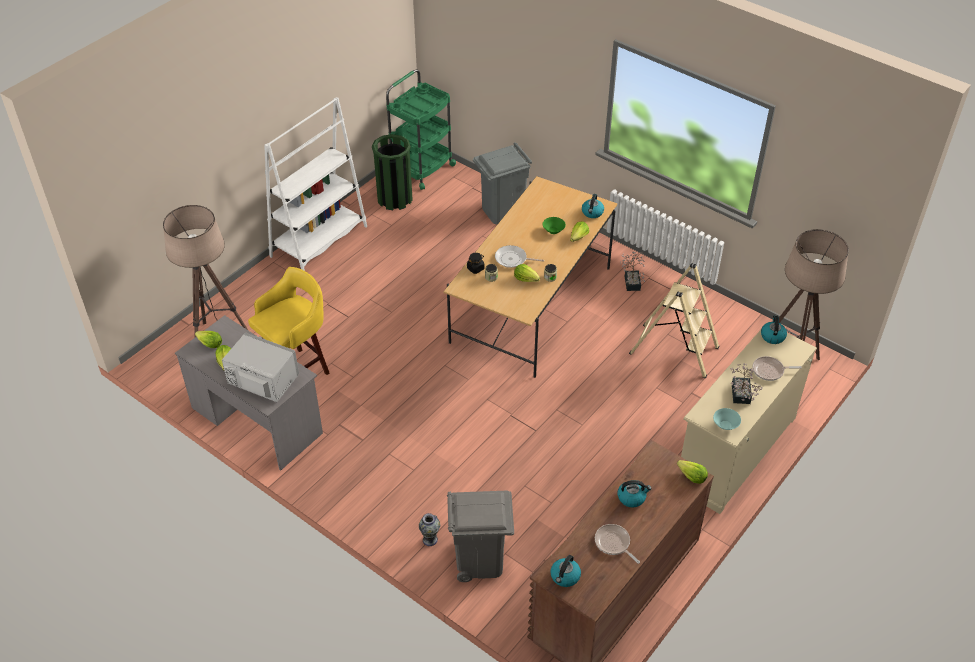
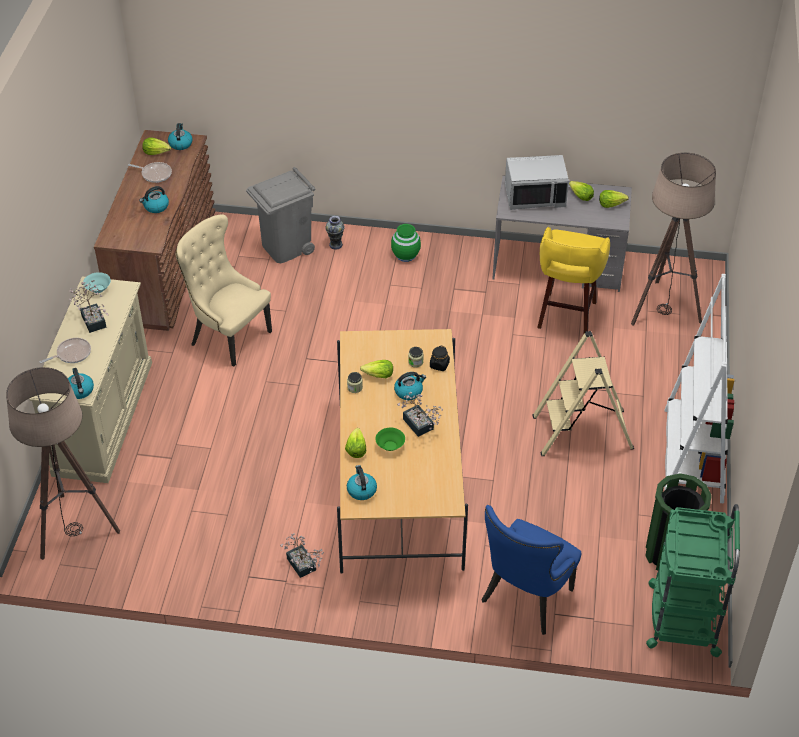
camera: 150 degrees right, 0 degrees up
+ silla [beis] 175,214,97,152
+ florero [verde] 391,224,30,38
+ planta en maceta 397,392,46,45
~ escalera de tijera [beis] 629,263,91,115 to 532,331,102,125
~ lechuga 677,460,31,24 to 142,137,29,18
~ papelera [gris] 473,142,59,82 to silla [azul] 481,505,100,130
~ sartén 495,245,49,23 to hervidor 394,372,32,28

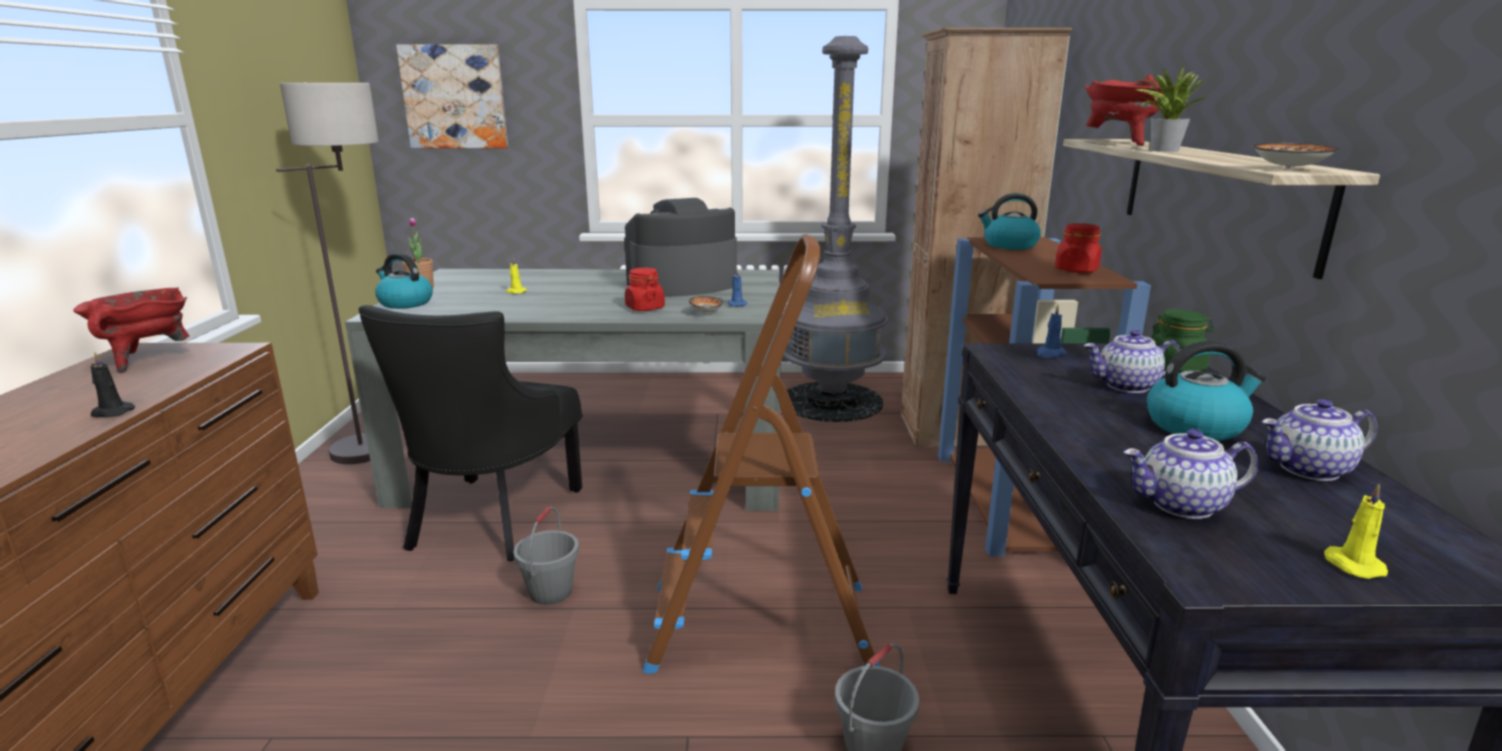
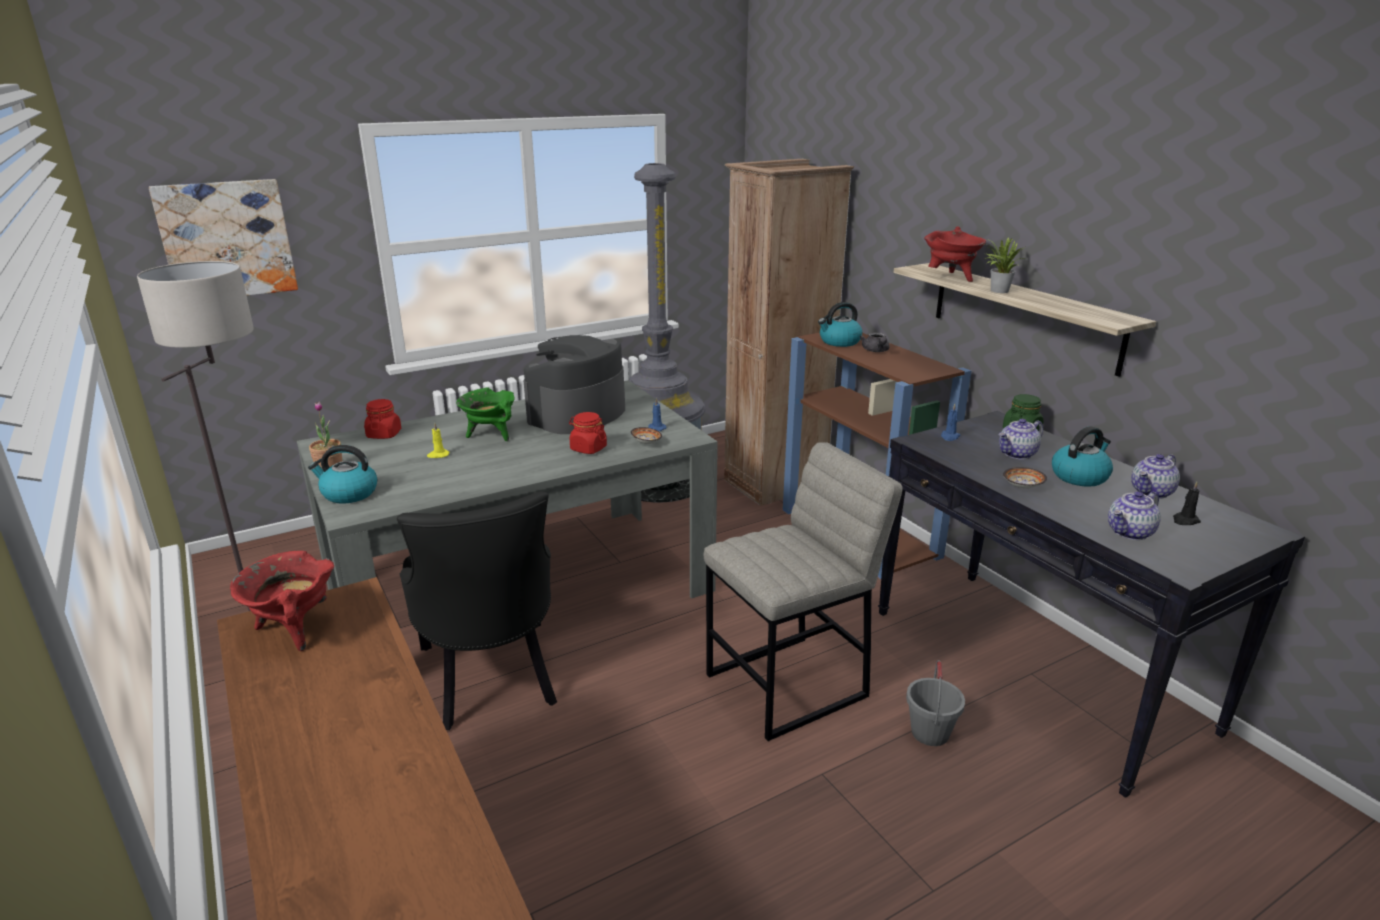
camera: 30 degrees left, 5 degrees up
- cubo [gris] 513,507,66,98
- vela [amarillo] 1324,483,64,96
+ olla [verde] 456,387,59,54
+ tetera [gris] 860,332,29,20
~ vela [negro] 91,352,44,65 to 1173,482,28,43
~ tarro [rojo] 1055,223,47,50 to 364,399,37,40
~ cuenco 1252,143,88,26 to 1003,467,44,21
~ escalera de tijera [marrón] 643,234,236,440 to silla [gris] 704,442,199,299

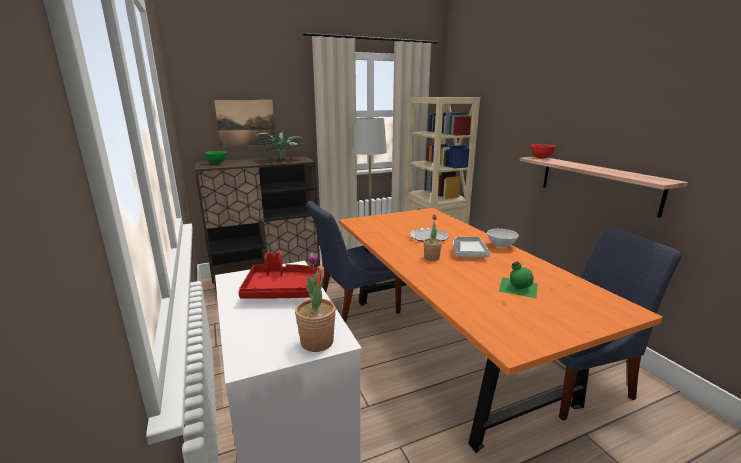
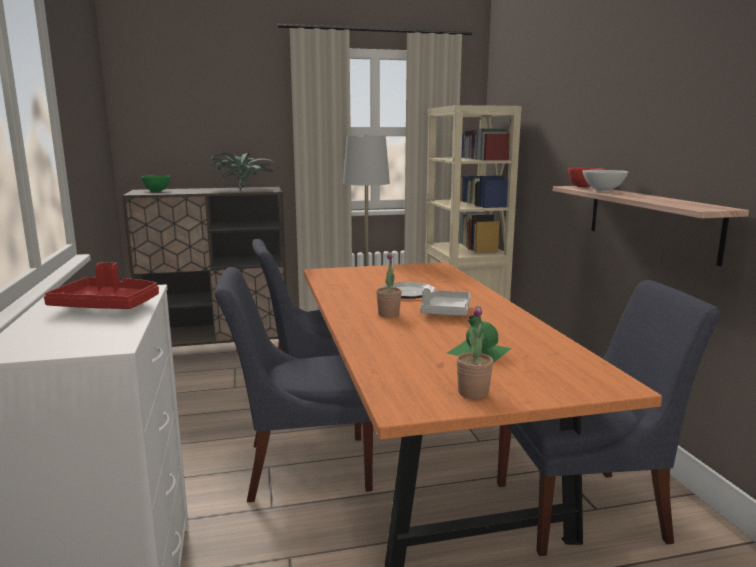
camera: 10 degrees right, 5 degrees down
- cuadro 214,100,61,47
+ silla [azul] 215,267,158,235
~ planta en maceta 295,251,41,101 to 456,306,37,93
~ cuenco [blanco] 487,229,32,19 to 583,170,45,22

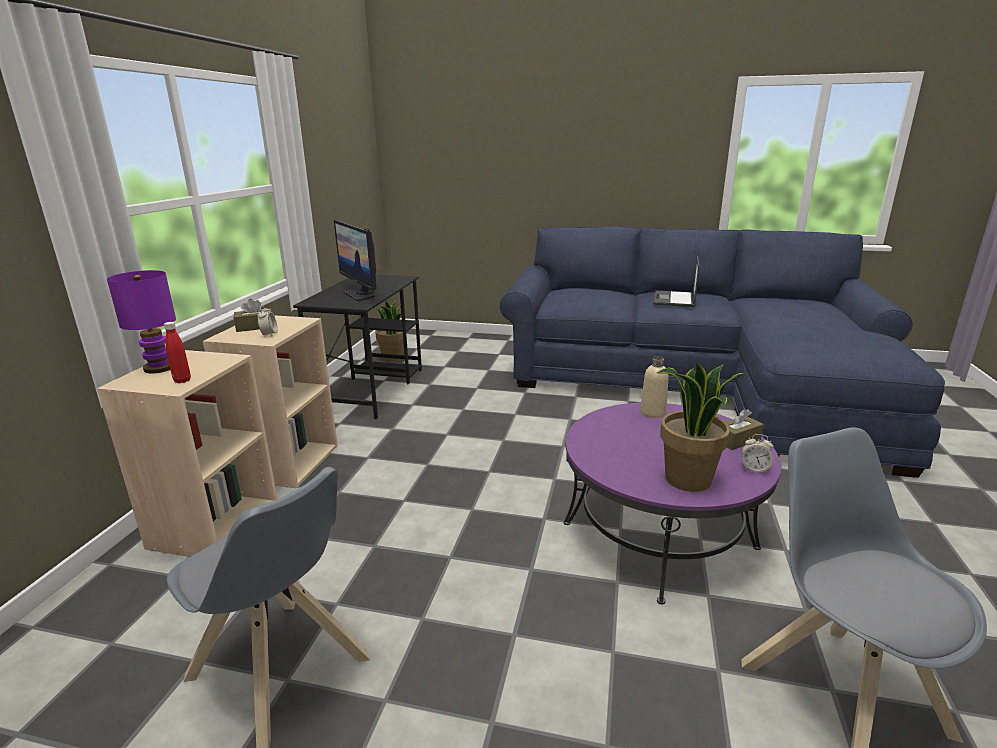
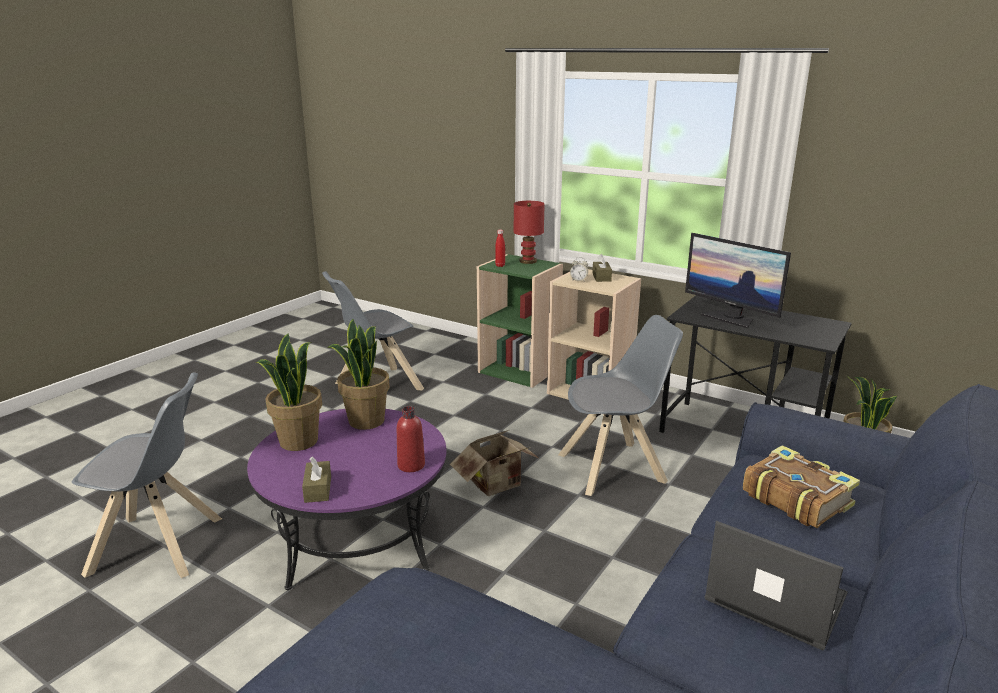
camera: 110 degrees right, 0 degrees up
- despertador 742,434,32,39
+ planta en maceta 327,319,63,111
+ caja de cartón 450,430,90,66
+ silla [gris] 558,315,125,181
+ libro 743,445,117,83
~ estantería [beis] 97,350,180,207 to estantería [verde] 477,254,86,134
~ lámpara de mesa [morado] 107,270,69,103 to lámpara de mesa [rojo] 514,201,31,63
~ botella [beis] 640,356,29,62 to botella [rojo] 397,406,28,66
~ monitor 334,220,42,81 = 685,233,106,95 120 degrees counterclockwise

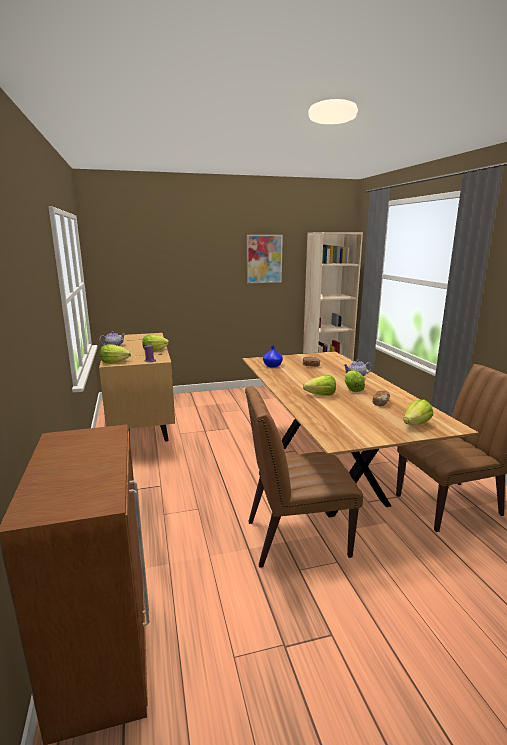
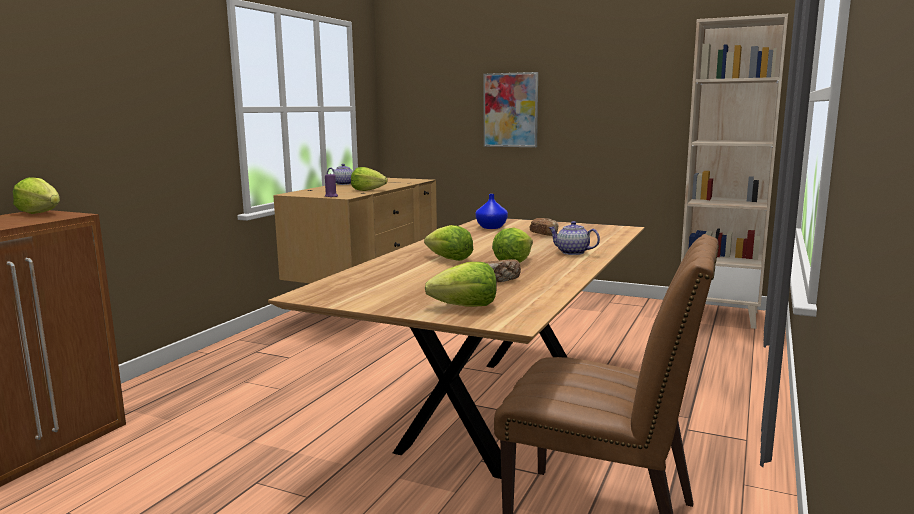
camera: 40 degrees right, 5 degrees down
- silla [marrón] 245,386,118,182
~ lechuga 100,344,31,20 to 13,177,47,37
~ cuadro 247,235,36,48 to 484,72,54,75

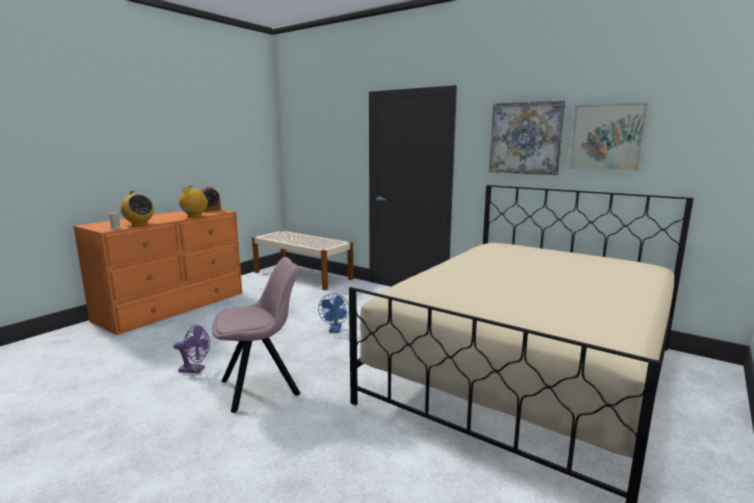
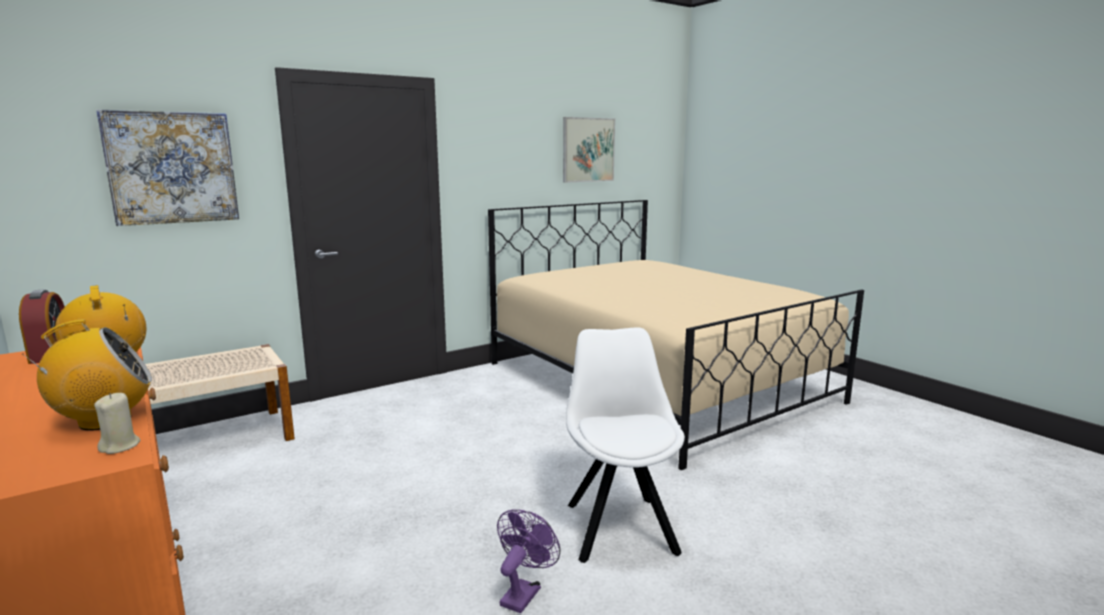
camera: 70 degrees left, 0 degrees up
- ventilador [azul] 318,293,31,40
~ cuadro 489,100,77,75 to 96,109,143,117
~ silla [rosa] 212,257,88,156 to silla [blanco] 566,327,119,236

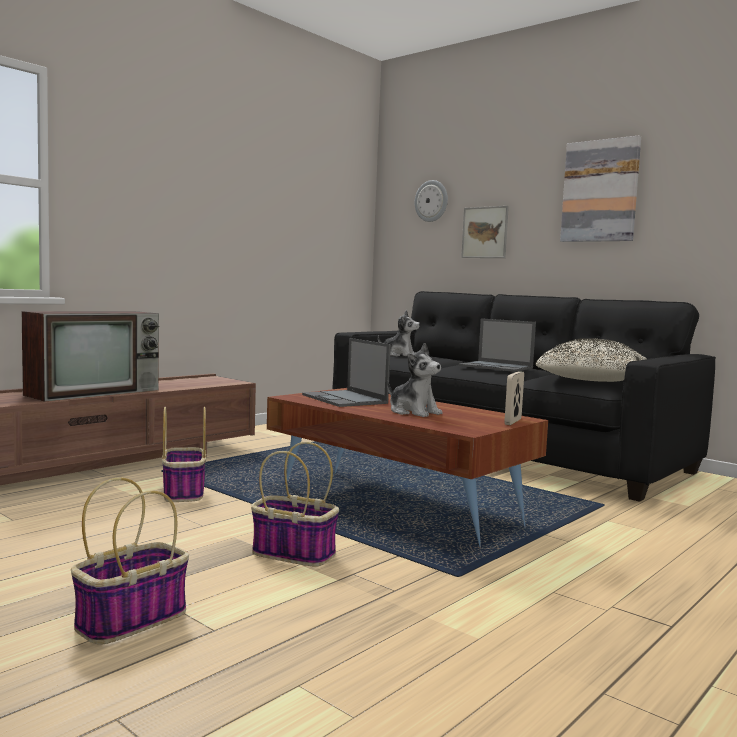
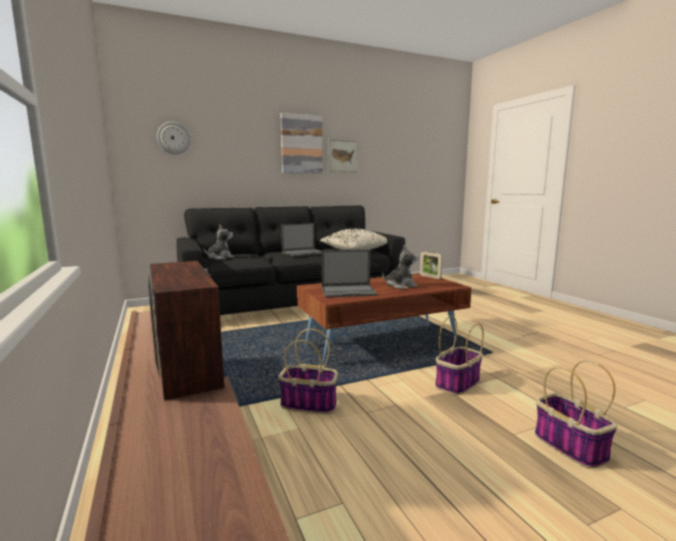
camera: 65 degrees left, 5 degrees up
~ cuadro 461,206,48,52 to 329,139,28,33

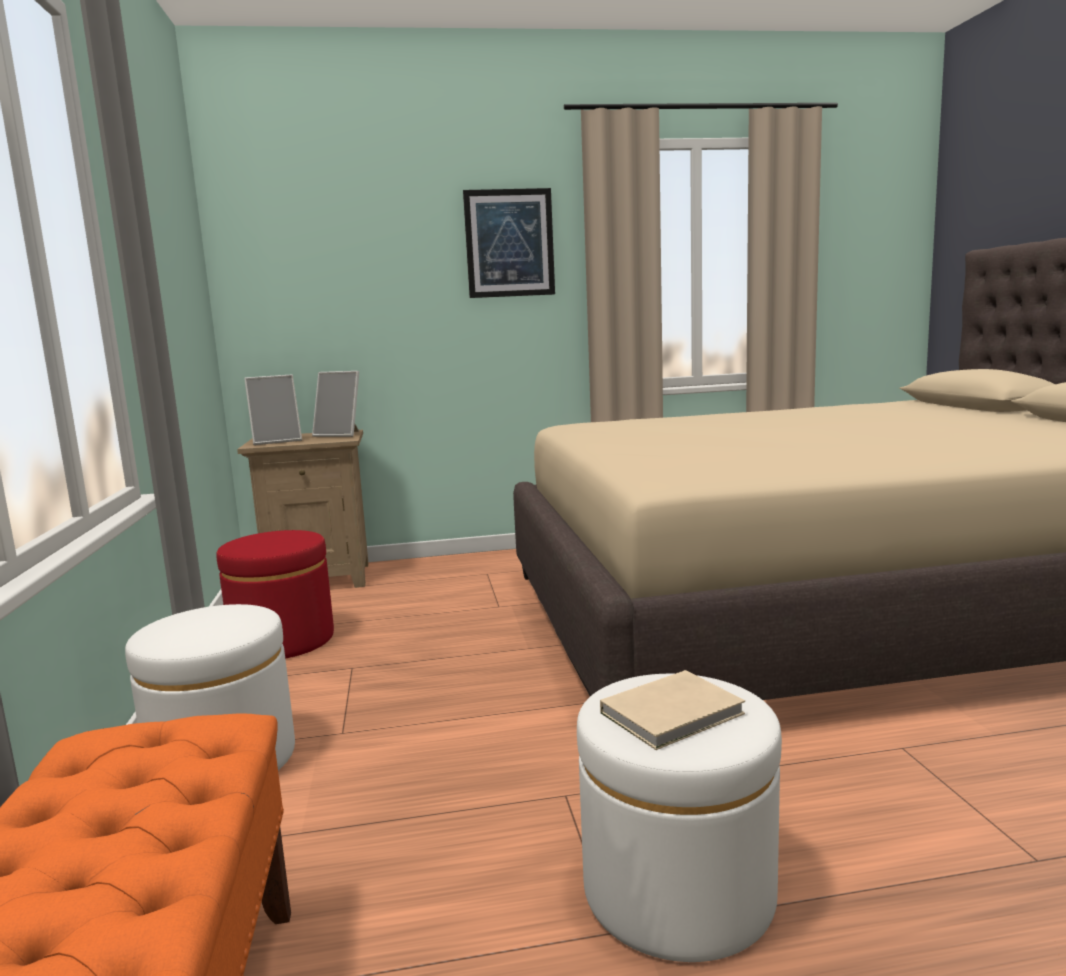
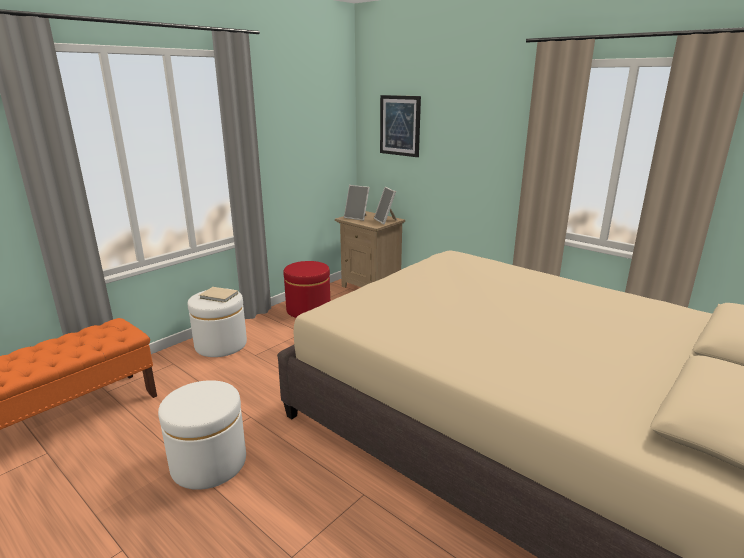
camera: 50 degrees right, 10 degrees up
~ cuadro 463,188,92,110 to 380,95,41,62
~ libro [beis] 600,670,145,80 to 199,287,39,16

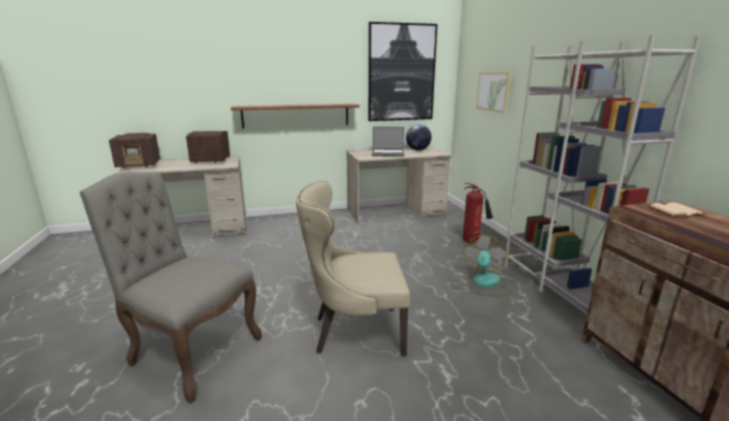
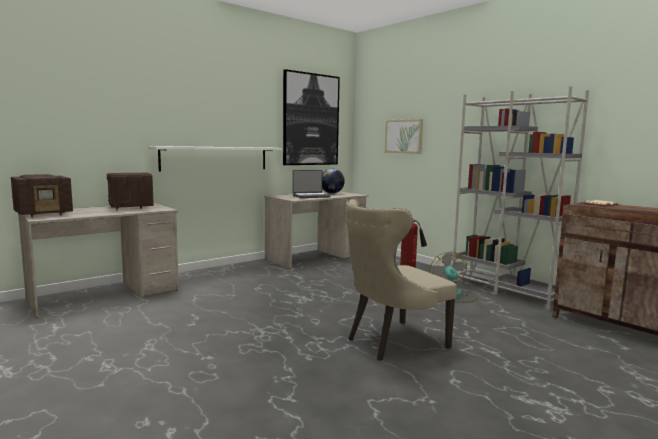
camera: 25 degrees left, 10 degrees down
- silla [gris] 80,172,182,231
~ estante [marrón] 231,104,129,25 to estante [blanco] 148,146,134,26

